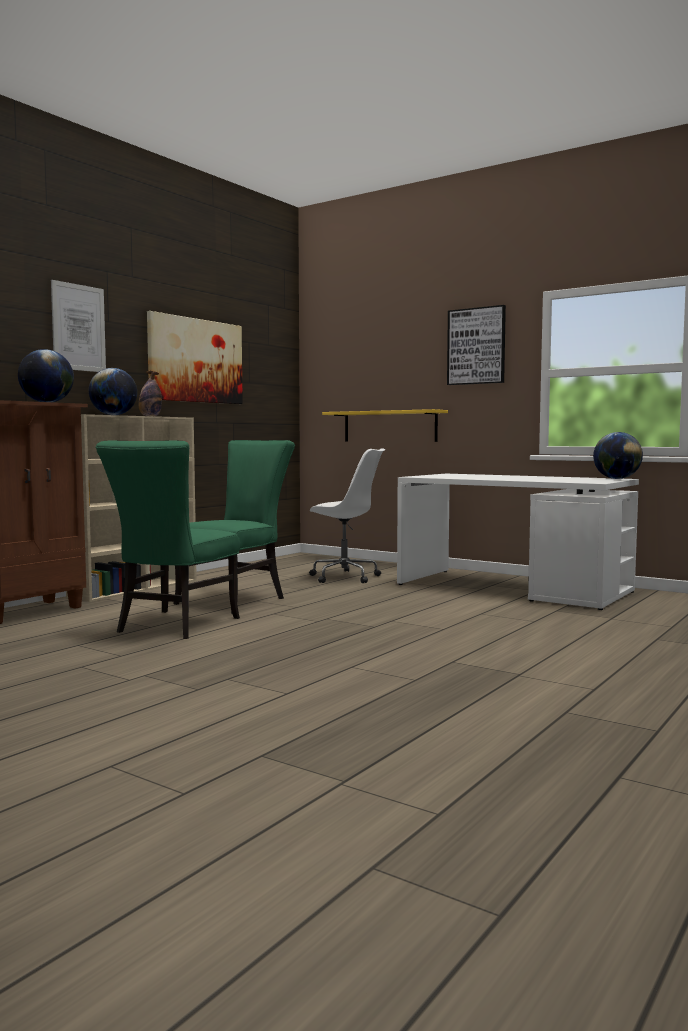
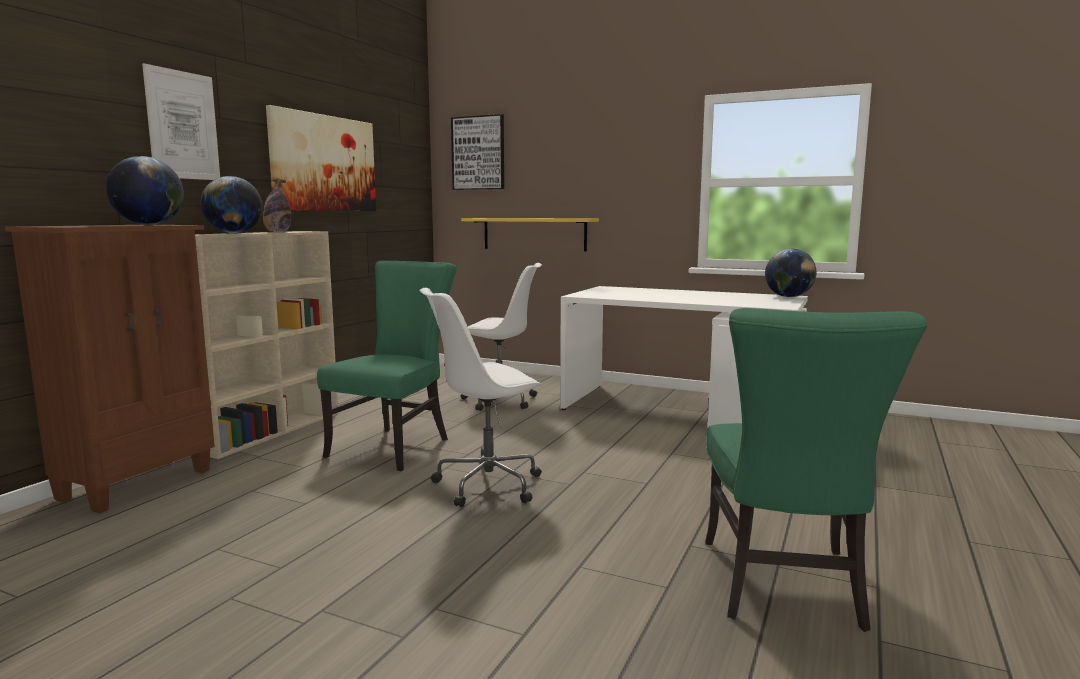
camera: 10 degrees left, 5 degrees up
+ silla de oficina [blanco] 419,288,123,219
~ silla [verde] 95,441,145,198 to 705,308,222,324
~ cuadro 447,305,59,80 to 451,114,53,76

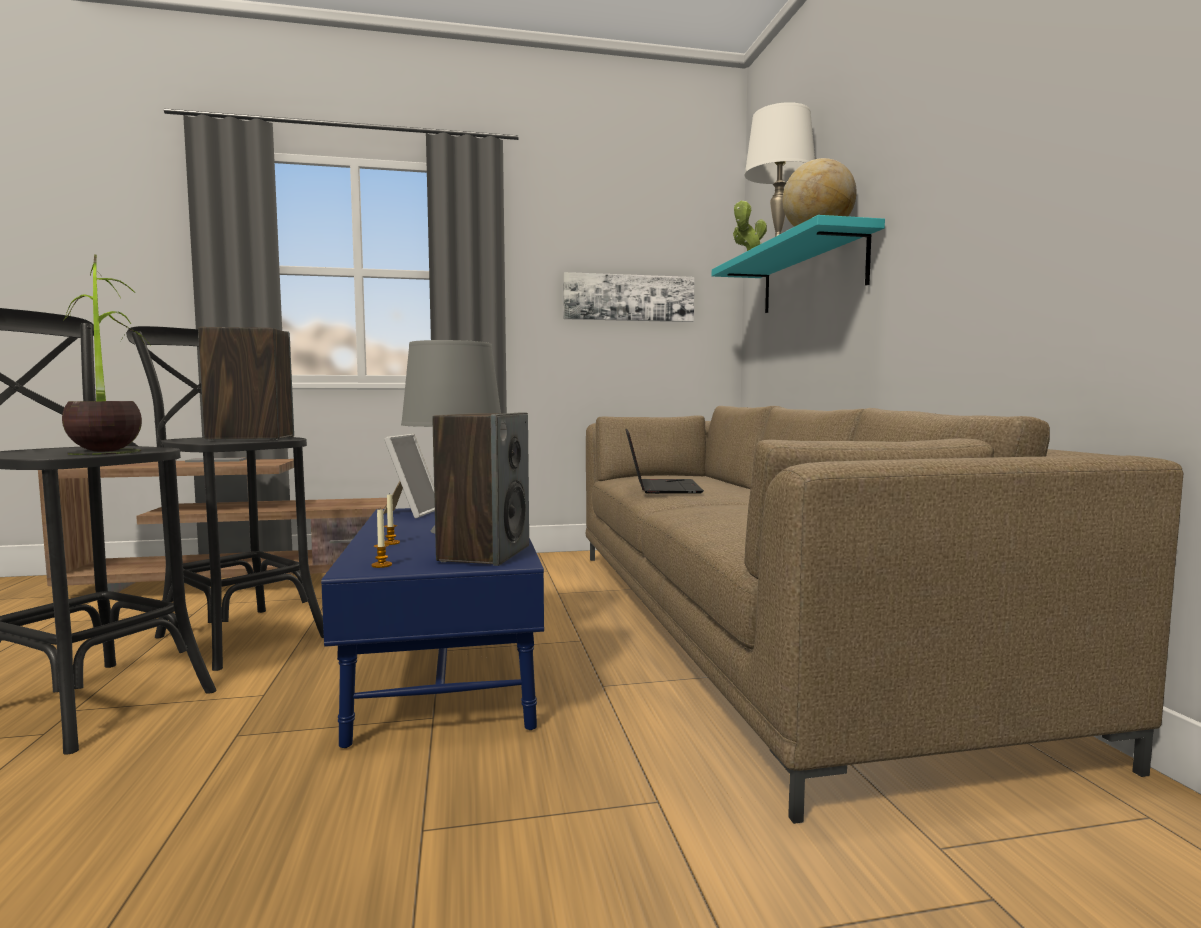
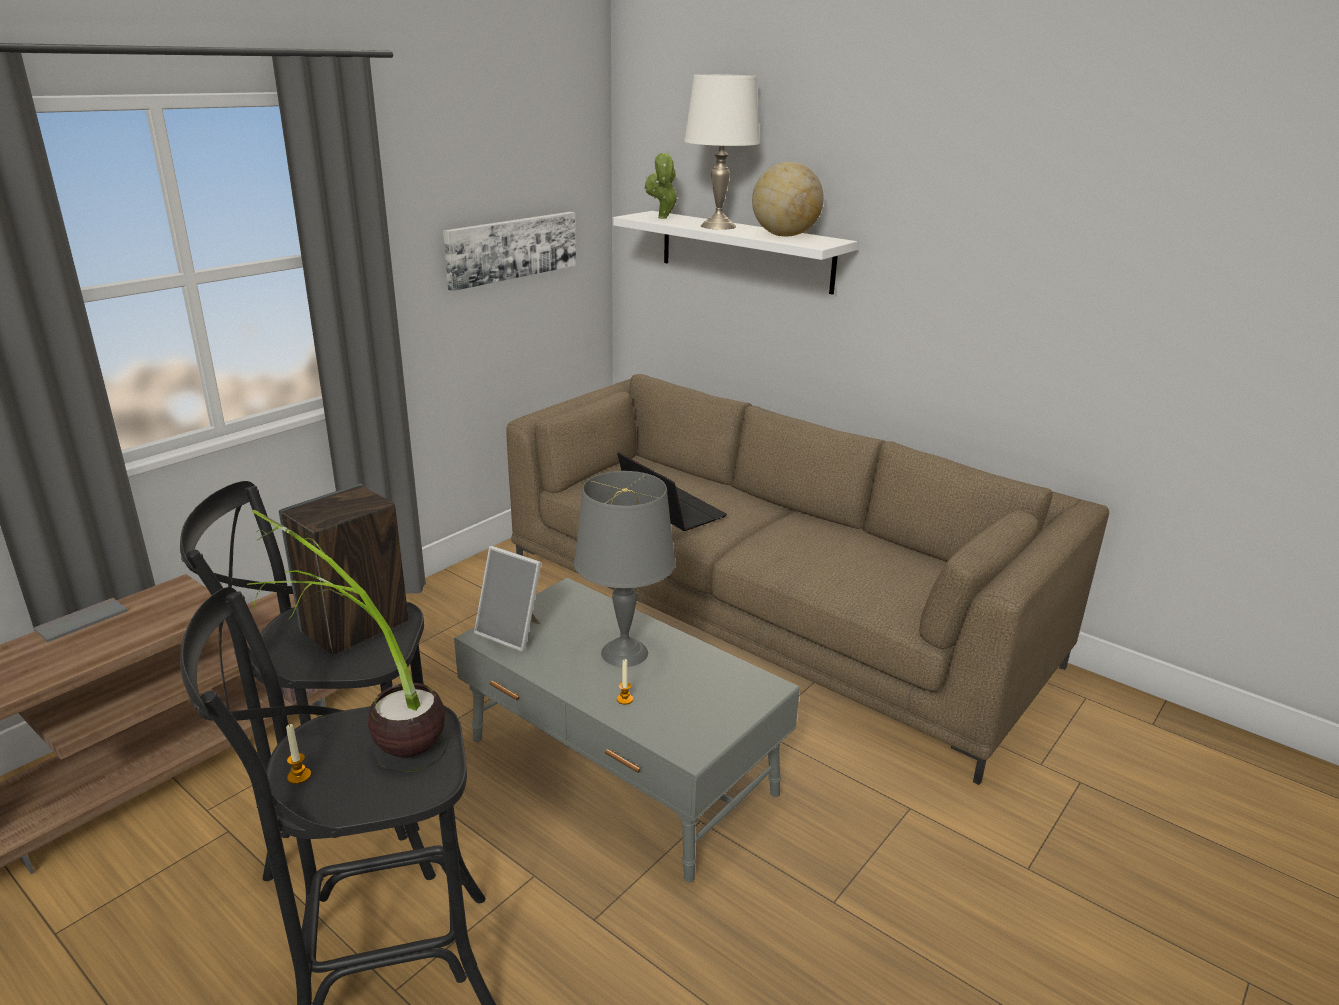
camera: 40 degrees left, 20 degrees up
- altavoz 433,412,96,154
~ vela 372,510,20,58 to 286,724,25,60
~ mesa de centro [azul] 321,508,223,240 to mesa de centro [gris] 454,578,346,304
~ estante [turquesa] 712,215,173,98 to estante [blanco] 613,211,245,83
~ portarretratos 383,434,52,84 = 474,546,67,106 150 degrees clockwise

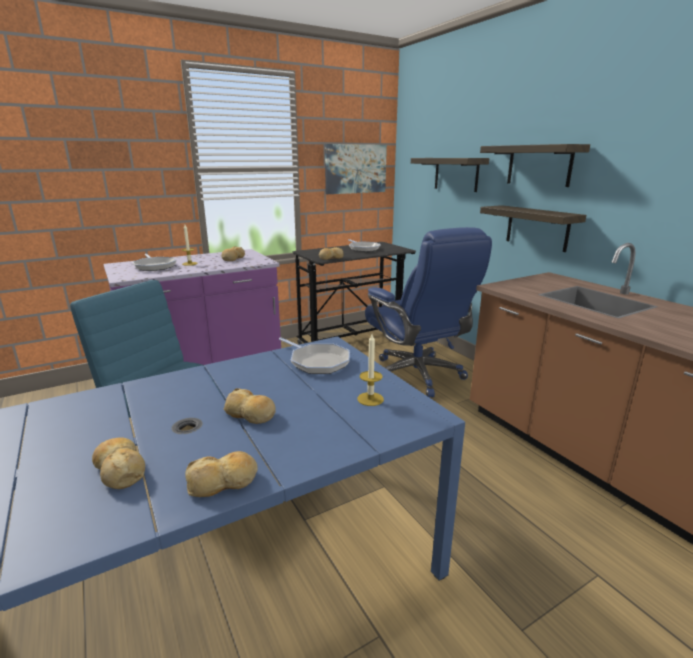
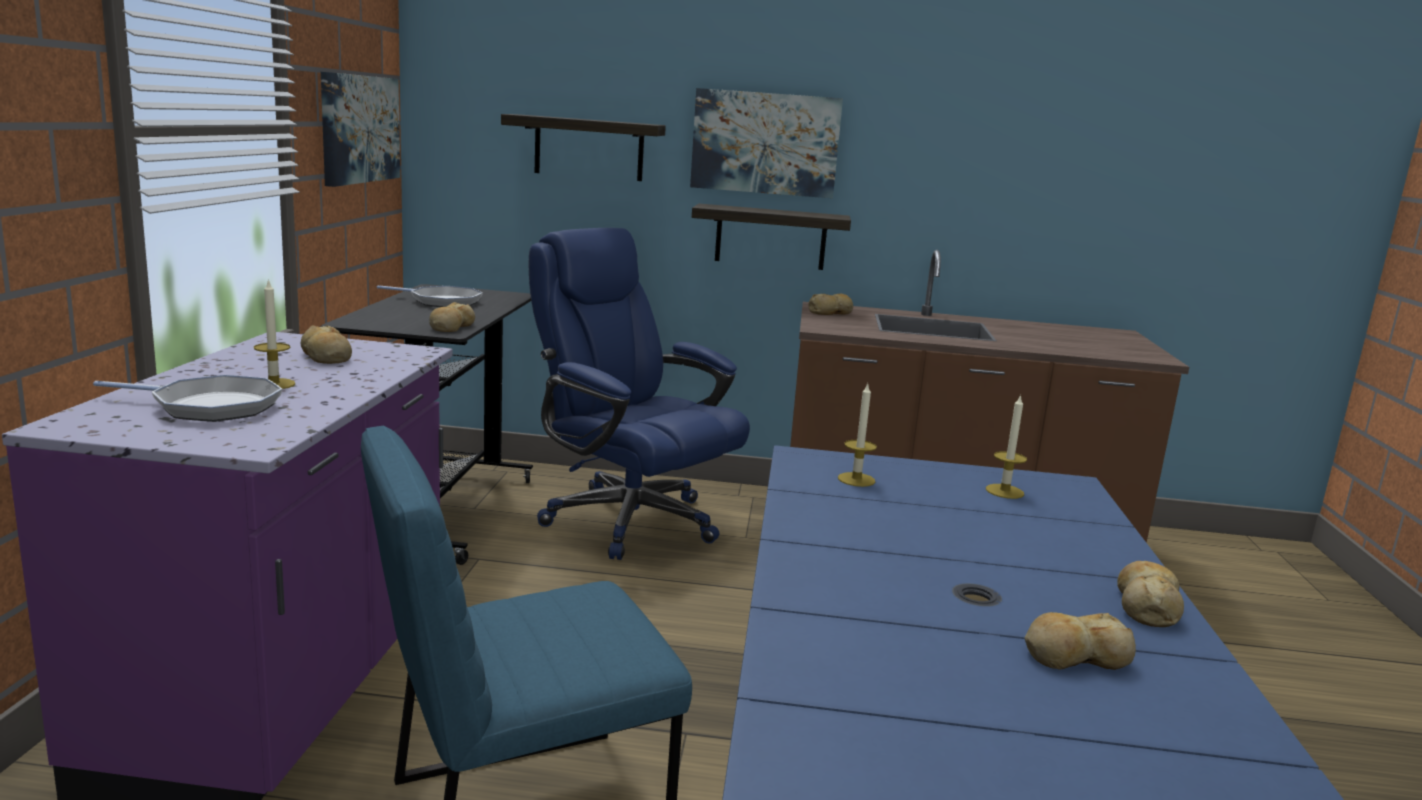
camera: 55 degrees left, 5 degrees down
~ pan 224,388,52,36 to 808,294,45,21
~ sartén 279,338,71,36 to vela 838,384,39,103
~ estante 480,144,110,43 to cuadro 690,88,153,111
~ silla de oficina [azul] 365,227,127,171 = 529,228,221,332 150 degrees counterclockwise

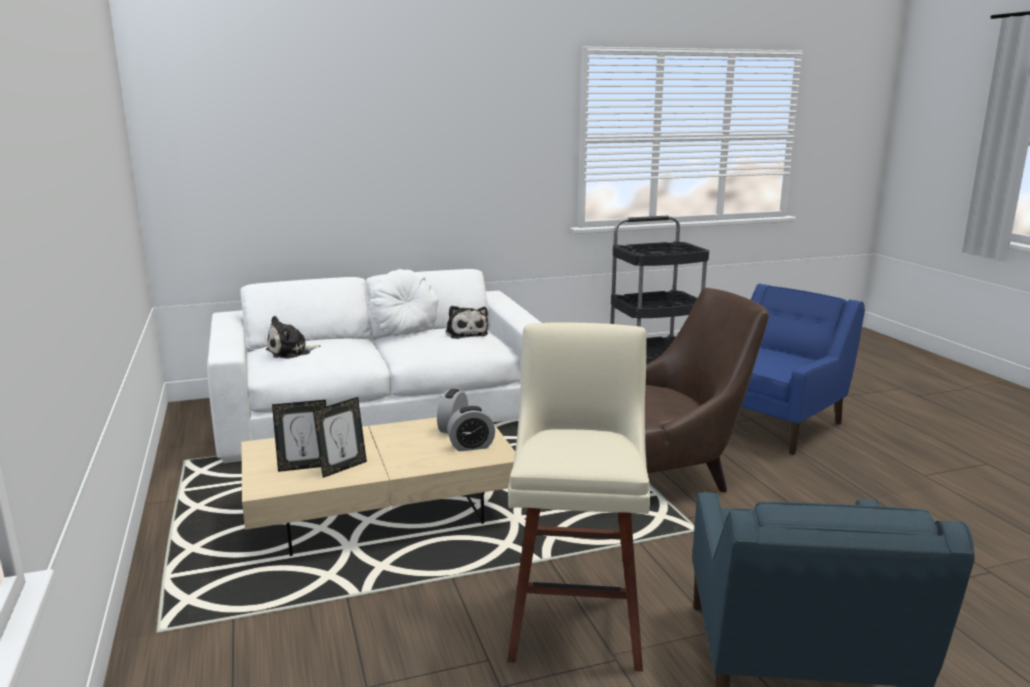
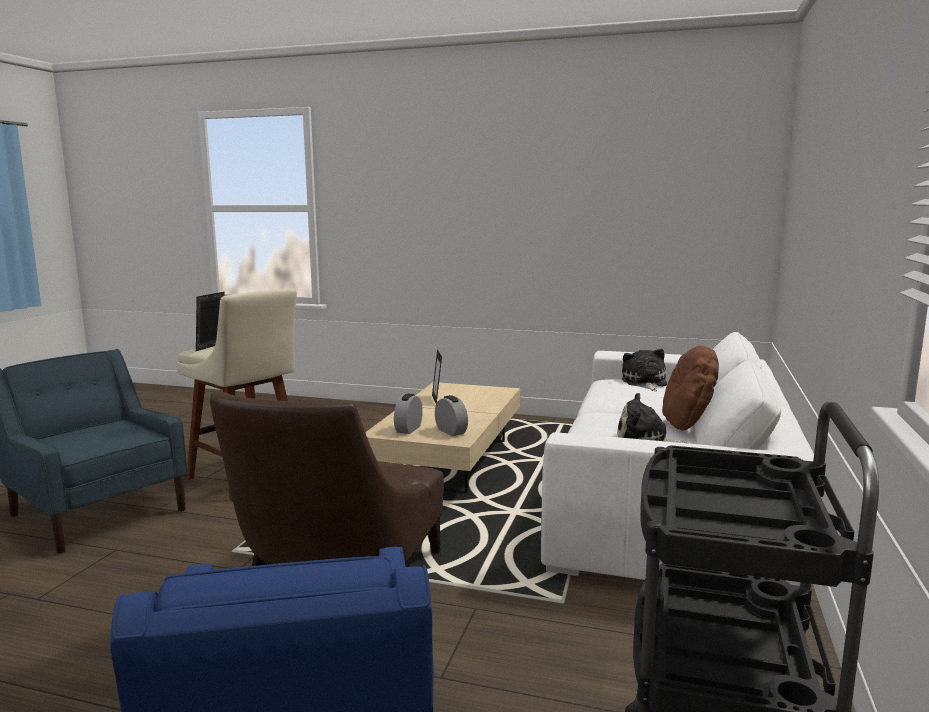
camera: 125 degrees right, 5 degrees down
~ portarretratos 272,400,54,72 to 196,292,29,59
~ cojín [blanco] 370,269,68,67 to cojín [marrón] 662,345,57,86

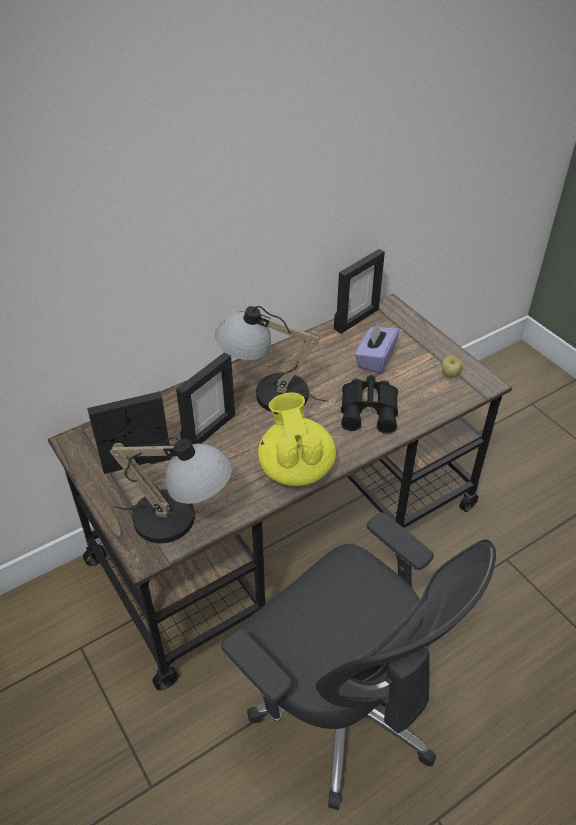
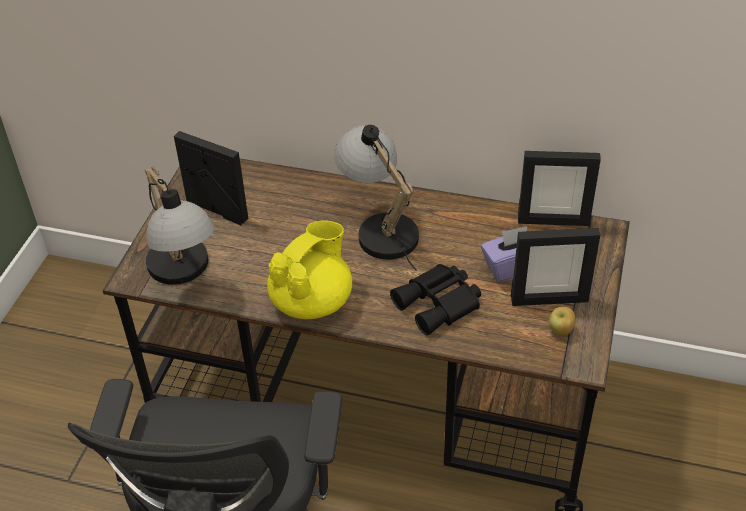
camera: 50 degrees right, 0 degrees up
~ portarretratos 176,352,59,92 to 511,228,89,78

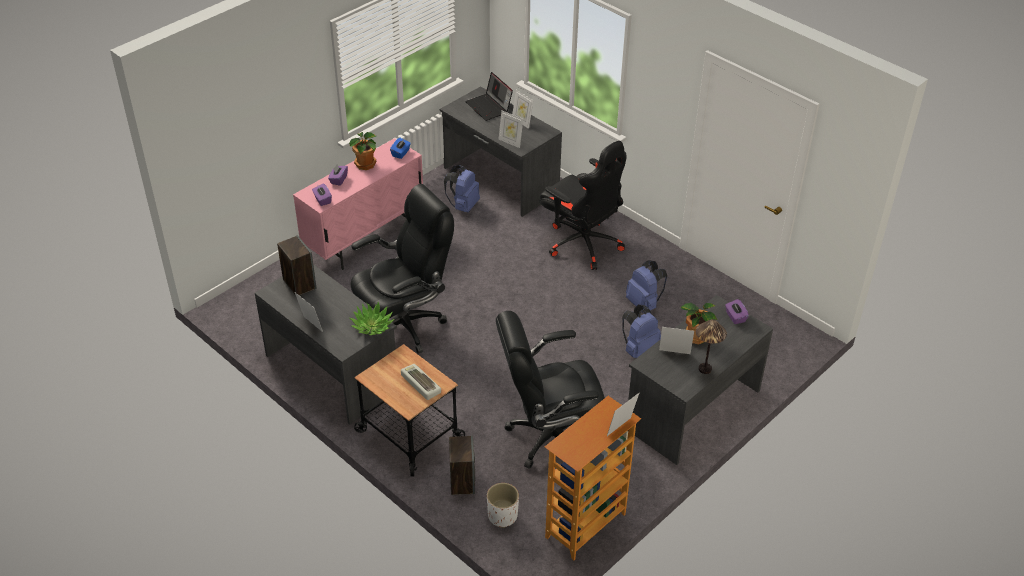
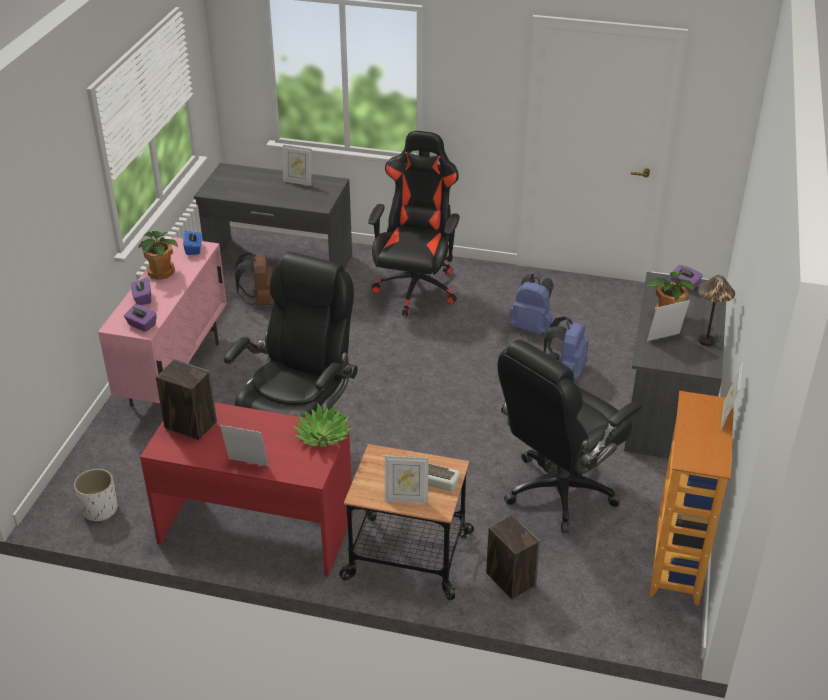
camera: 30 degrees left, 5 degrees down
- portátil 465,72,48,49
~ maceta [blanco] 487,483,32,45 to 74,469,43,52
~ portarretratos 498,111,25,37 to 385,456,44,47
~ escritorio [gris] 255,264,142,161 to escritorio [rojo] 140,402,213,175
~ mochila [azul] 444,165,36,48 to mochila [marrón] 235,252,39,53
~ silla de oficina [negro] 539,141,88,129 = 368,131,92,185 90 degrees counterclockwise

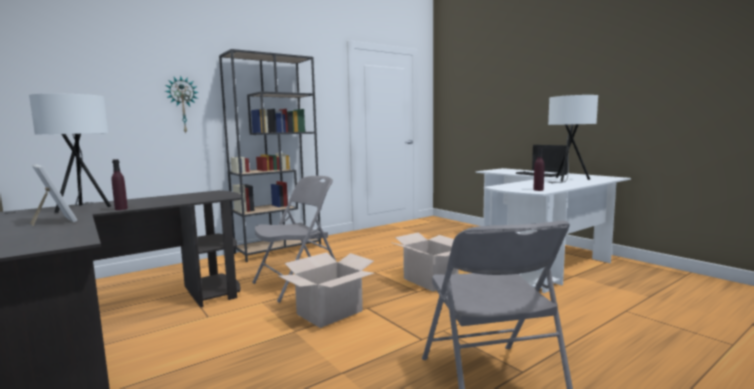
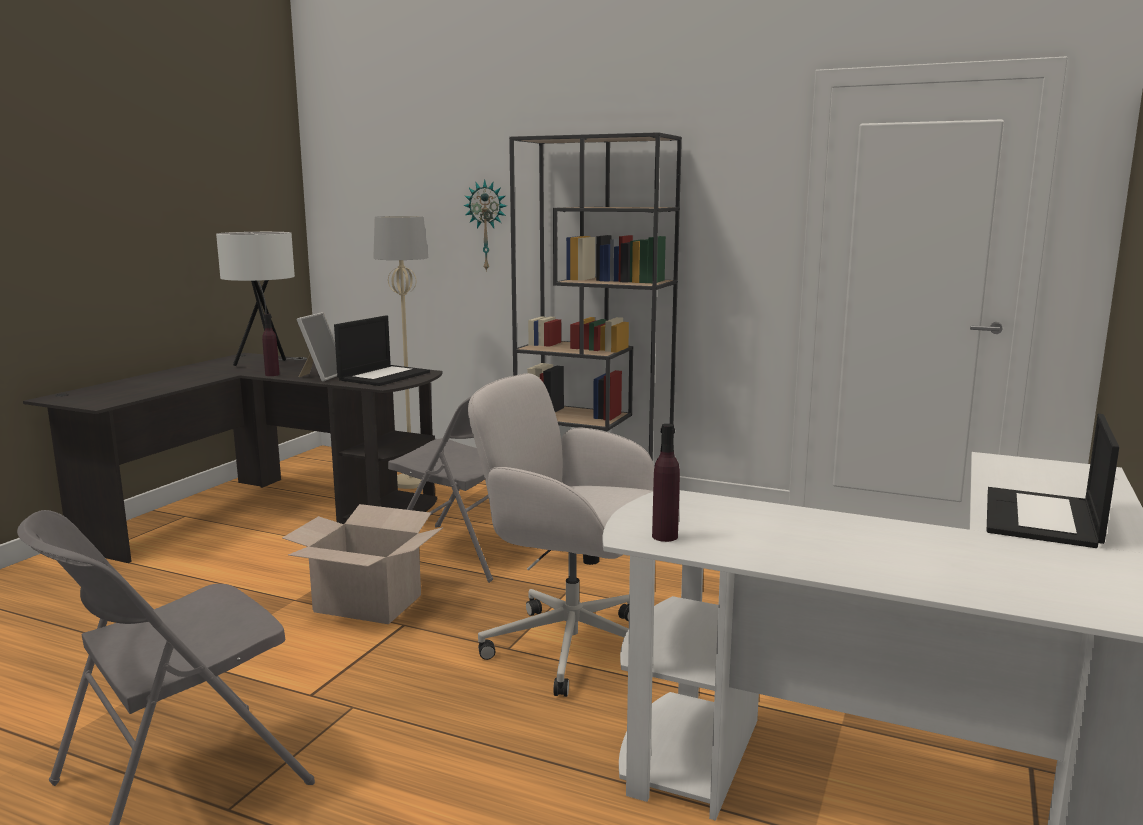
camera: 60 degrees right, 5 degrees up
- lámpara de mesa [blanco] 548,95,50,88
+ portátil 334,316,96,70
+ lámpara de pie [beis] 373,216,56,273
~ portarretratos 30,164,47,62 to 296,312,41,70
~ caja de cartón 391,232,68,60 to silla de oficina [blanco] 468,373,186,324

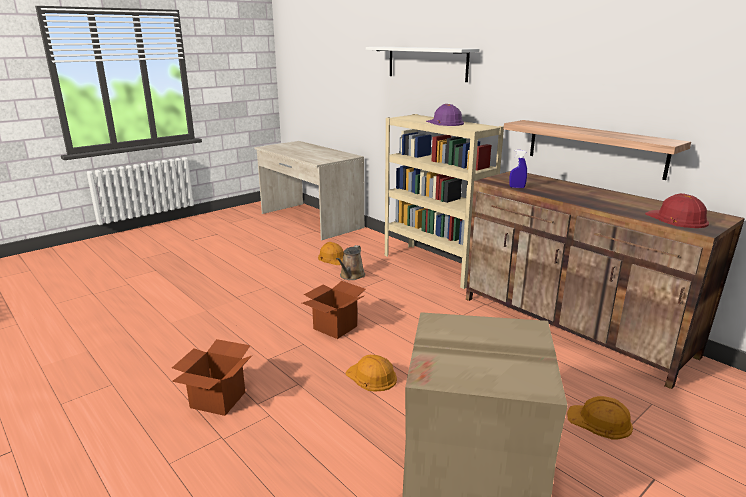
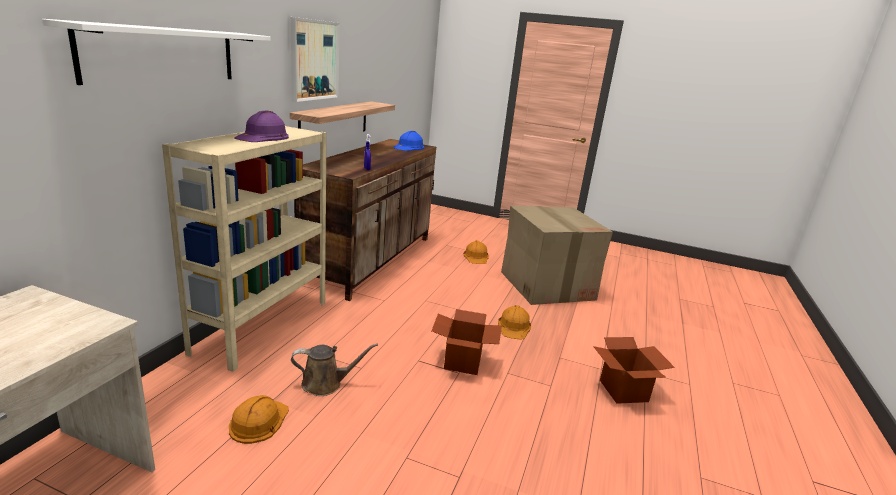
camera: 120 degrees left, 0 degrees up
+ cuadro 290,17,50,85
~ casco [rojo] 645,193,64,35 to casco [azul] 393,131,31,20

